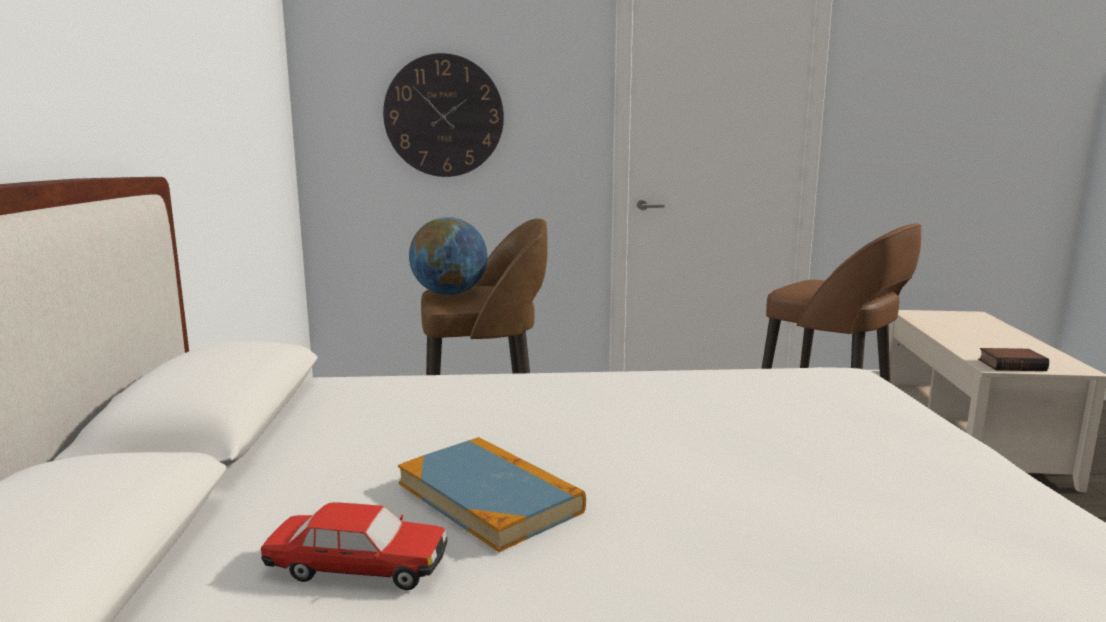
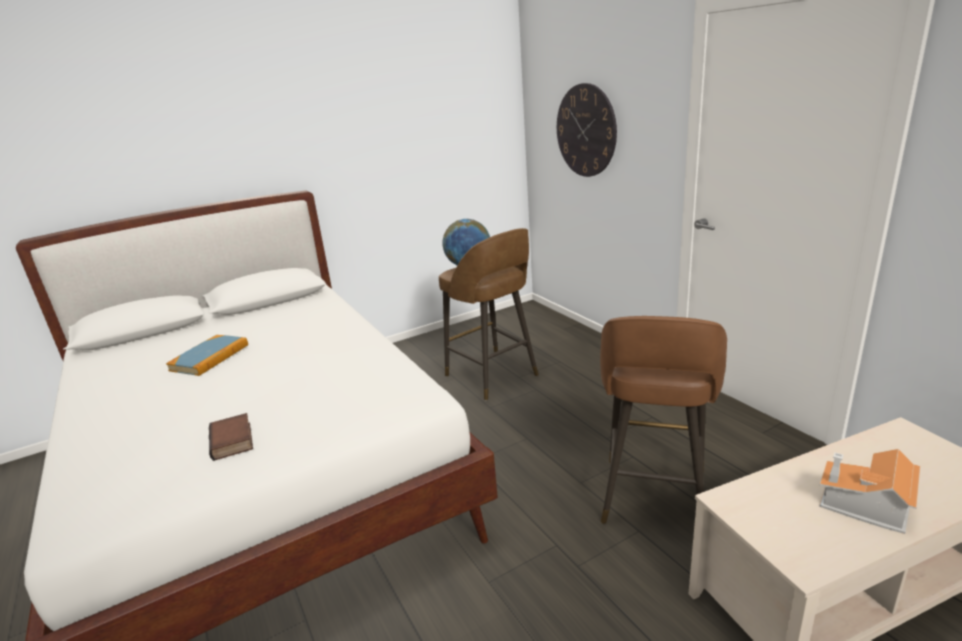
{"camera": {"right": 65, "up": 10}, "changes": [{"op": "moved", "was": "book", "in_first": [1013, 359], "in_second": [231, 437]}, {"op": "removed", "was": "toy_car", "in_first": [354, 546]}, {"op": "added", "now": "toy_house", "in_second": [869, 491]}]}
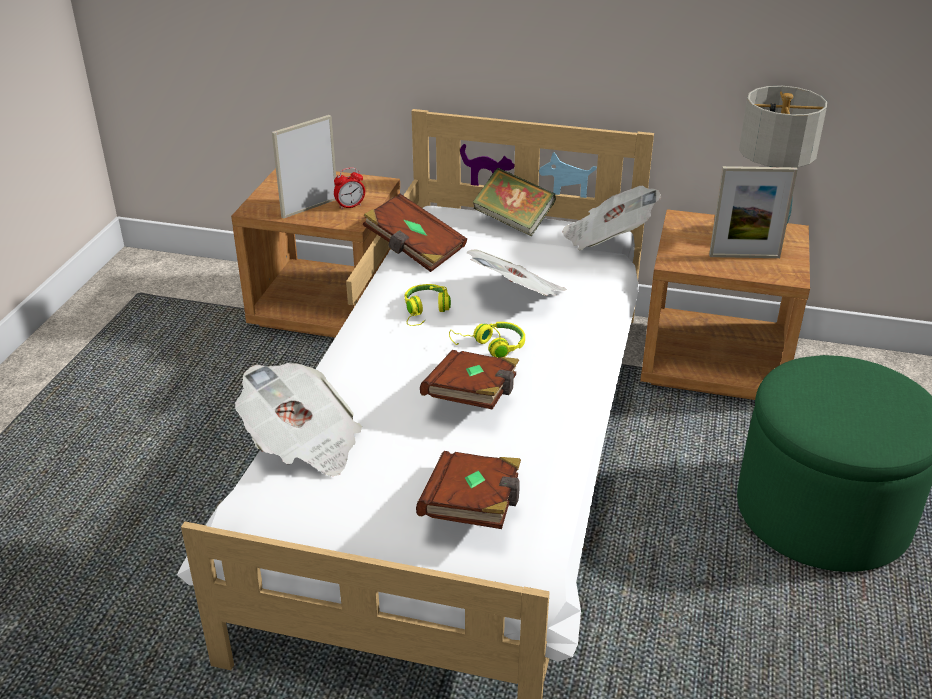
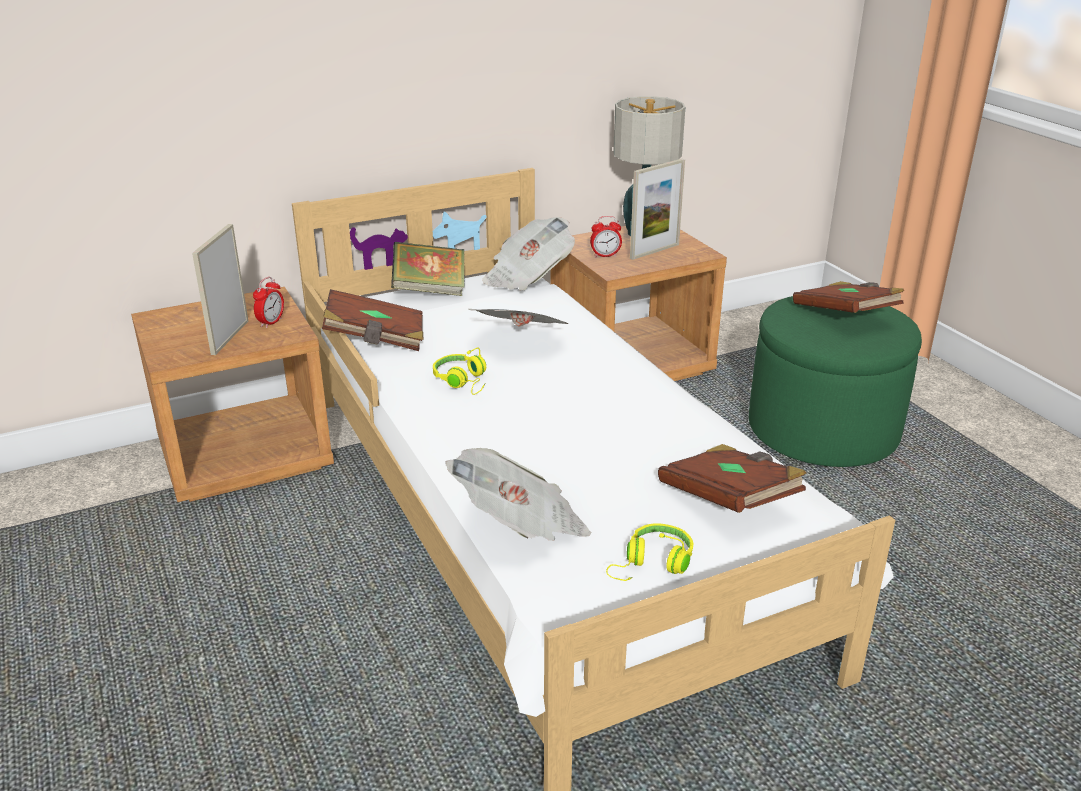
{"camera": {"right": -40, "up": -5}, "changes": [{"op": "moved", "was": "yellow_headphones", "in_first": [487, 340], "in_second": [649, 552]}, {"op": "moved", "was": "brown_book", "in_first": [469, 380], "in_second": [848, 297]}, {"op": "added", "now": "alarm_clock", "in_second": [606, 236]}]}
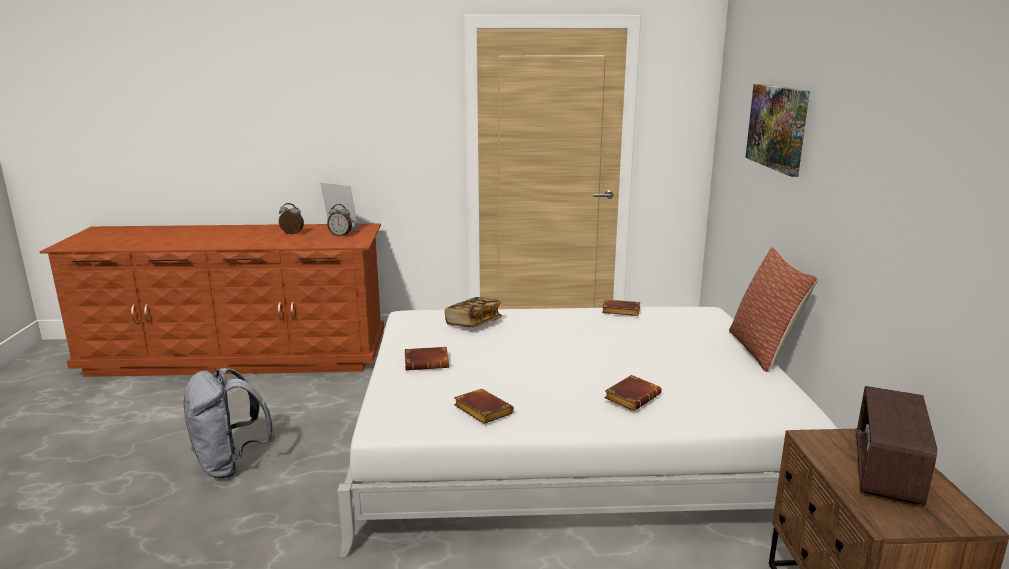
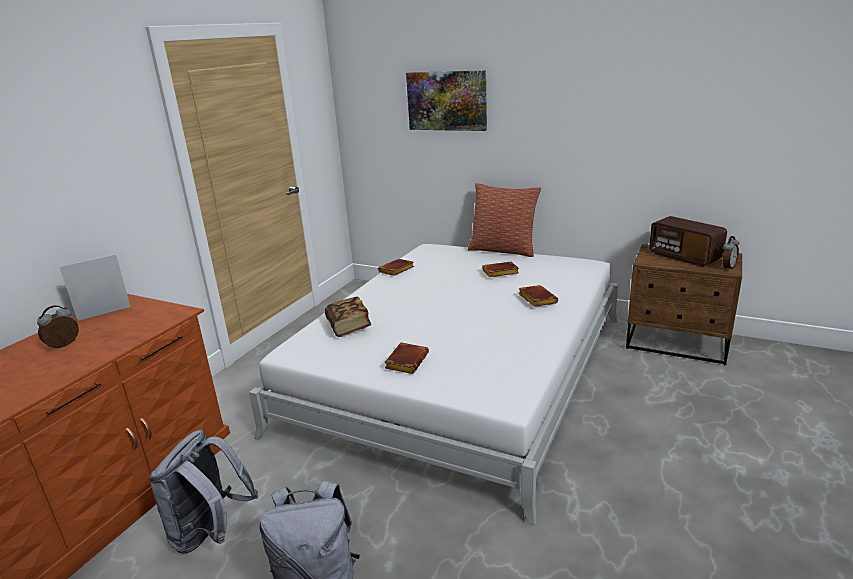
{"camera": {"right": -60, "up": 5}, "changes": [{"op": "moved", "was": "alarm_clock", "in_first": [339, 220], "in_second": [731, 253]}, {"op": "moved", "was": "brown_book", "in_first": [484, 406], "in_second": [500, 269]}, {"op": "added", "now": "grey_backpack", "in_second": [203, 492]}]}
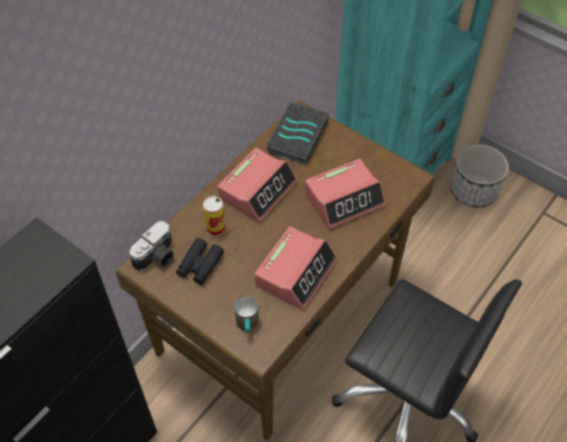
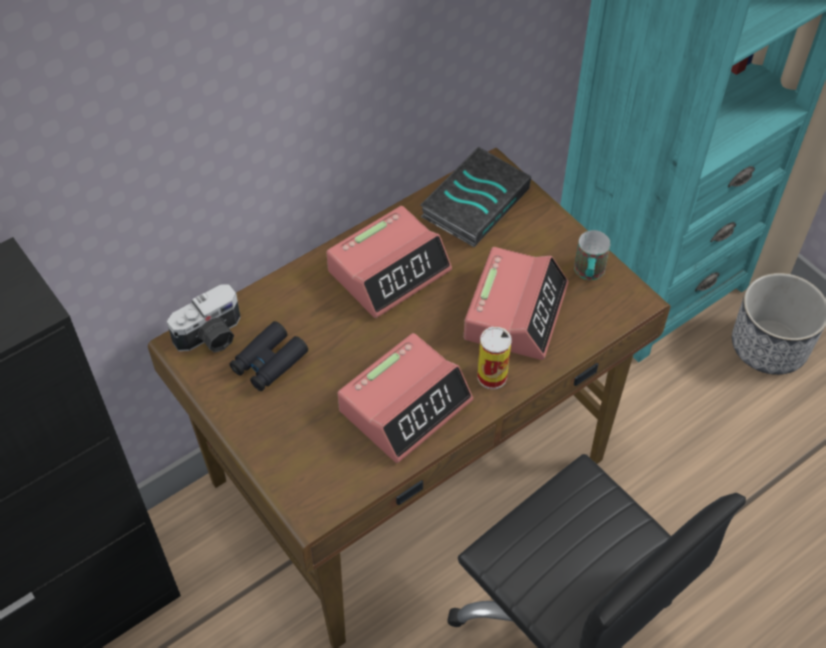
{"camera": {"right": 15, "up": 0}, "changes": [{"op": "turned", "was": "alarm_clock", "in_first": [345, 194], "in_second": [516, 303], "clockwise": -60}, {"op": "moved", "was": "can", "in_first": [214, 216], "in_second": [494, 358]}, {"op": "moved", "was": "mug", "in_first": [247, 315], "in_second": [592, 255]}]}
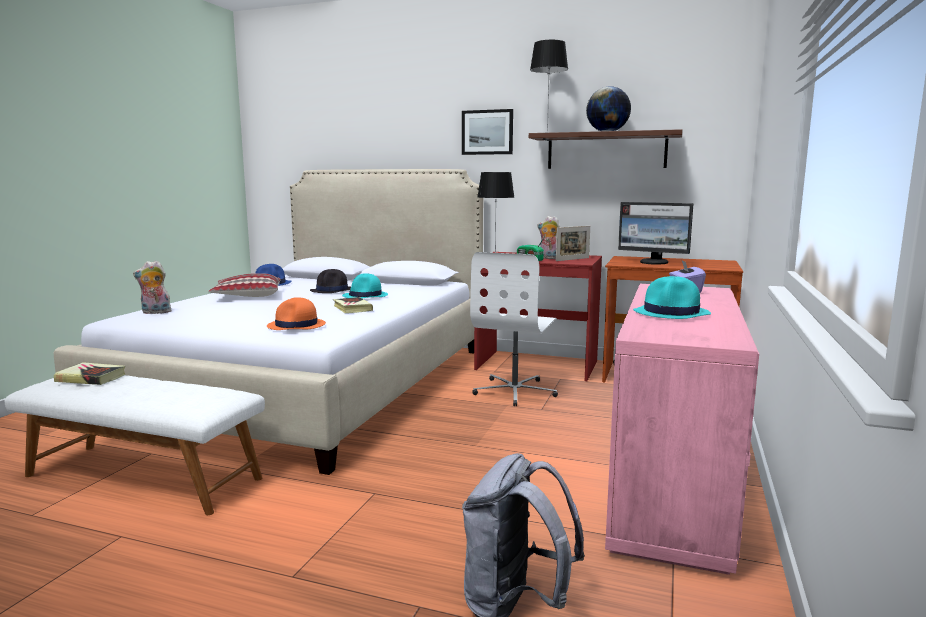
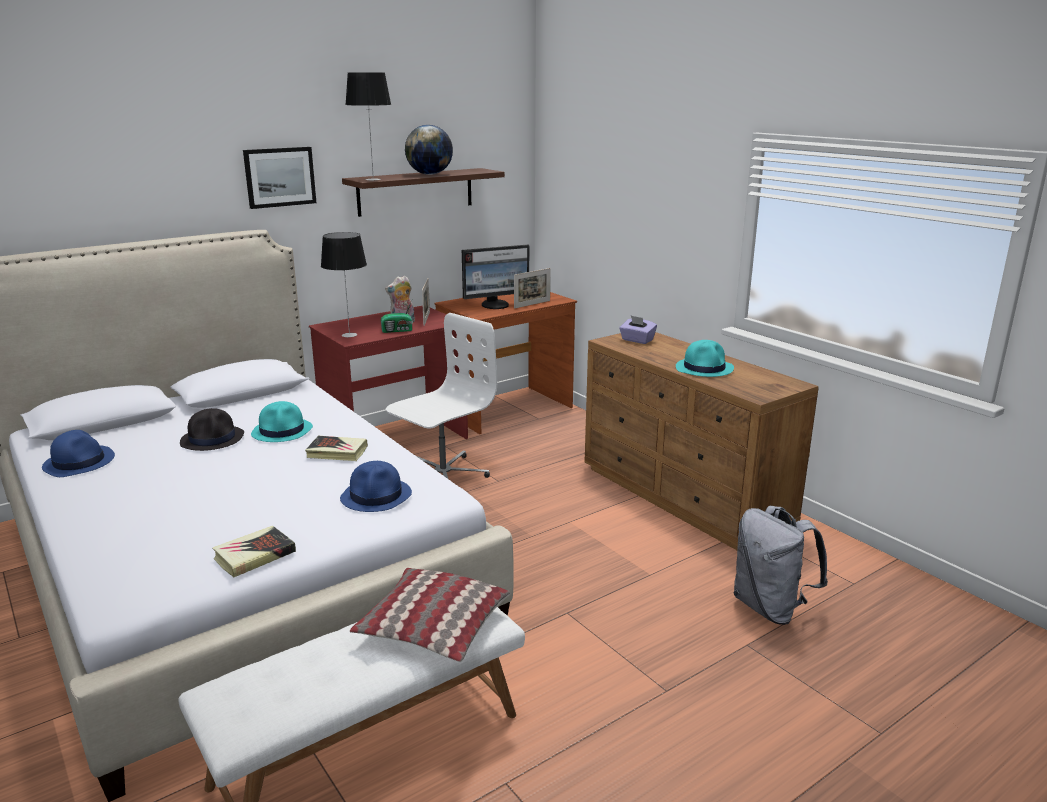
{"camera": {"right": -55, "up": 10}, "changes": [{"op": "turned", "was": "white_office_chair", "in_first": [514, 329], "in_second": [441, 396], "clockwise": -105}, {"op": "removed", "was": "plush_toy", "in_first": [152, 287]}, {"op": "moved", "was": "pillow", "in_first": [244, 285], "in_second": [430, 615]}, {"op": "recoloured", "was": "pink_dresser", "now": "brown_dresser", "in_first": [682, 429], "in_second": [702, 441]}, {"op": "recoloured", "was": "orange_hat", "now": "blue_hat", "in_first": [296, 313], "in_second": [376, 486]}, {"op": "moved", "was": "book", "in_first": [89, 373], "in_second": [254, 552]}, {"op": "added", "now": "picture_frame", "in_second": [532, 288]}]}
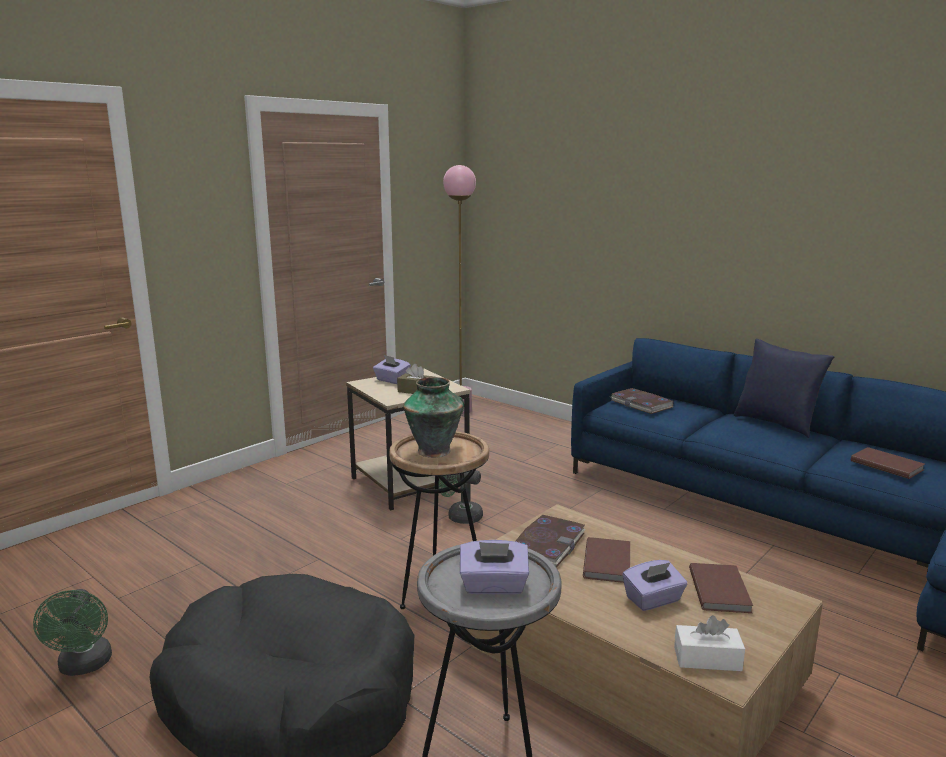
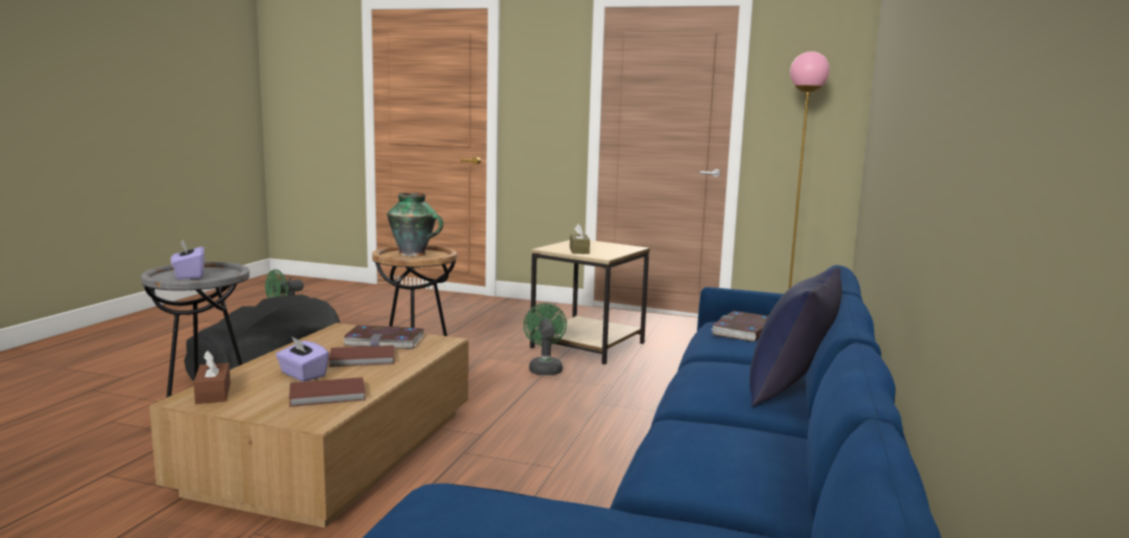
{"camera": {"right": 65, "up": -5}, "changes": [{"op": "removed", "was": "purple_tissue_box", "in_first": [392, 369]}, {"op": "removed", "was": "brown_book", "in_first": [888, 463]}, {"op": "recoloured", "was": "white_tissue_box", "now": "brown_tissue_box", "in_first": [709, 643], "in_second": [212, 377]}]}
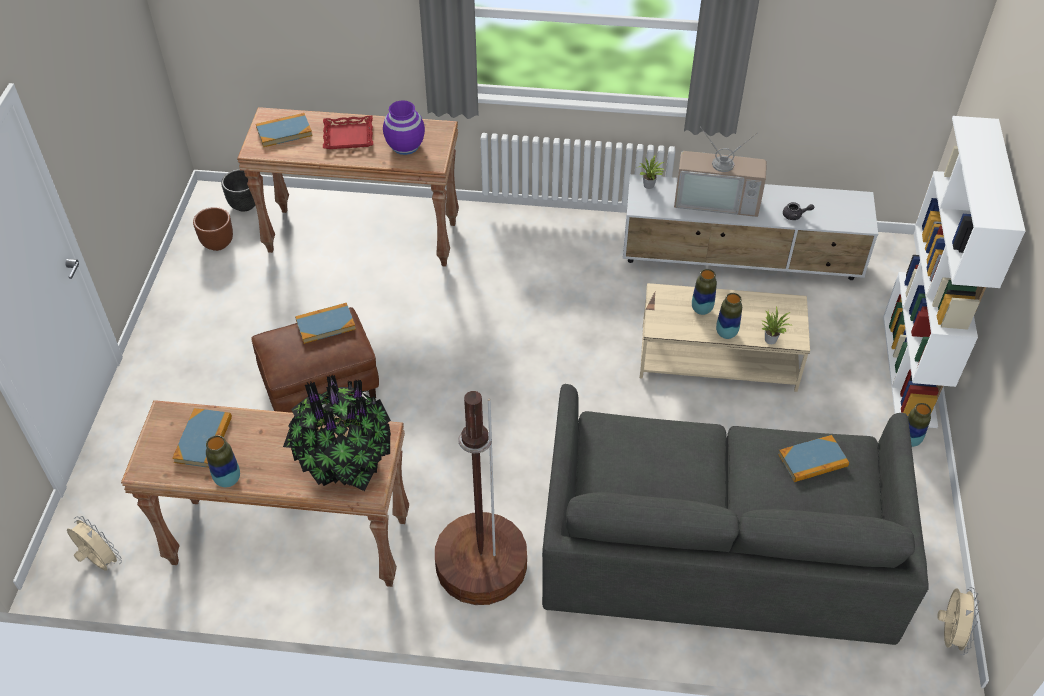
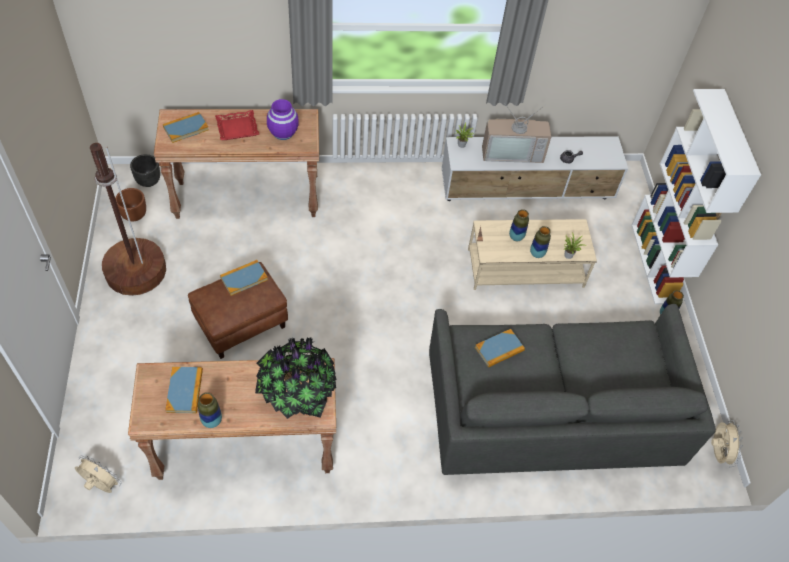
{"camera": {"right": -15, "up": 5}, "changes": [{"op": "moved", "was": "brown_floor_lamp", "in_first": [481, 498], "in_second": [128, 219]}, {"op": "moved", "was": "book", "in_first": [813, 458], "in_second": [500, 348]}]}
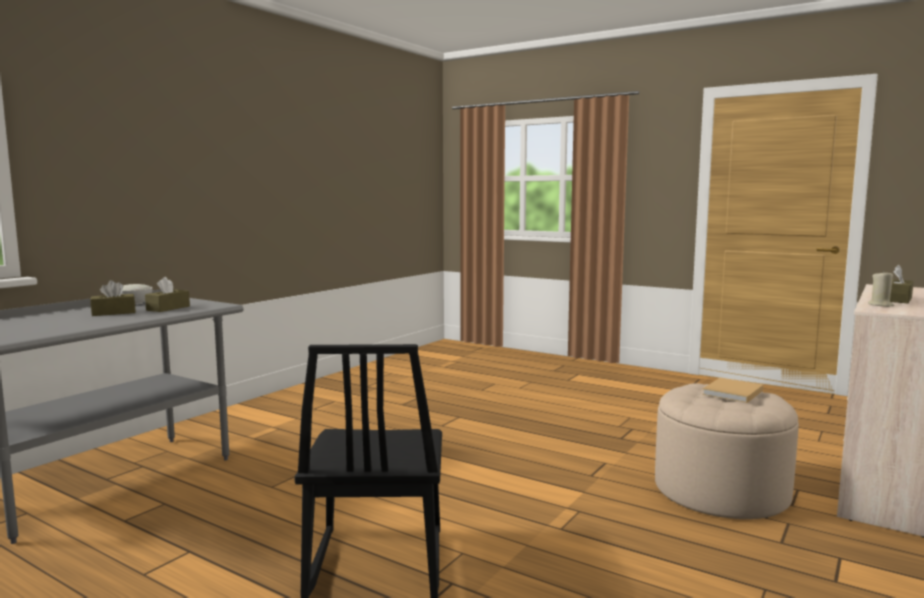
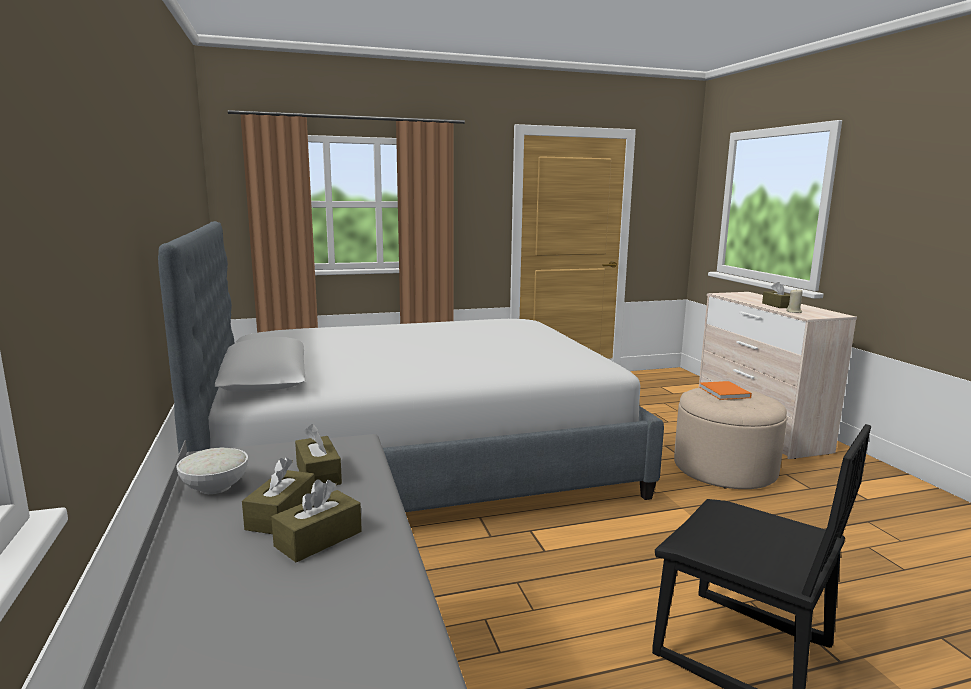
{"camera": {"right": -50, "up": 5}, "changes": [{"op": "recoloured", "was": "beige_book", "now": "orange_book", "in_first": [732, 390], "in_second": [725, 390]}, {"op": "added", "now": "bed", "in_second": [411, 366]}, {"op": "added", "now": "brown_tissue_box", "in_second": [316, 521]}]}
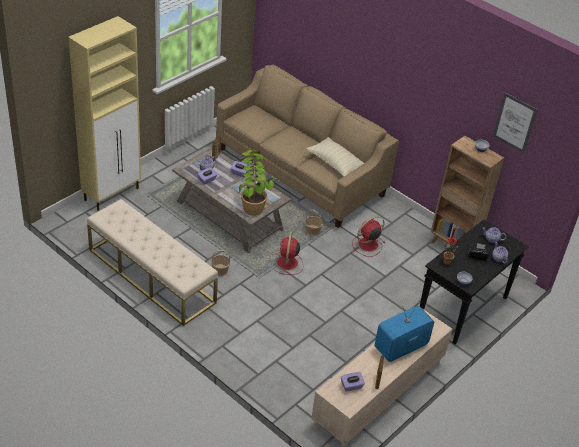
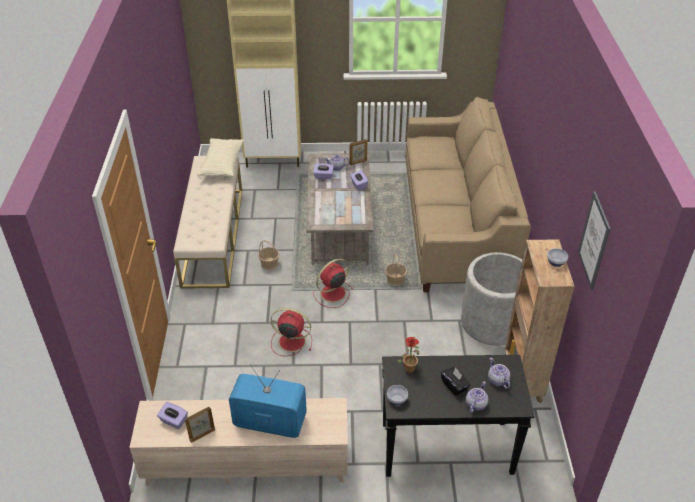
{"camera": {"right": 50, "up": 0}, "changes": [{"op": "moved", "was": "beige_pillow", "in_first": [335, 157], "in_second": [220, 157]}, {"op": "removed", "was": "potted_plant", "in_first": [259, 183]}, {"op": "moved", "was": "red_fan", "in_first": [368, 236], "in_second": [291, 332]}, {"op": "added", "now": "grey_planter", "in_second": [491, 299]}]}
